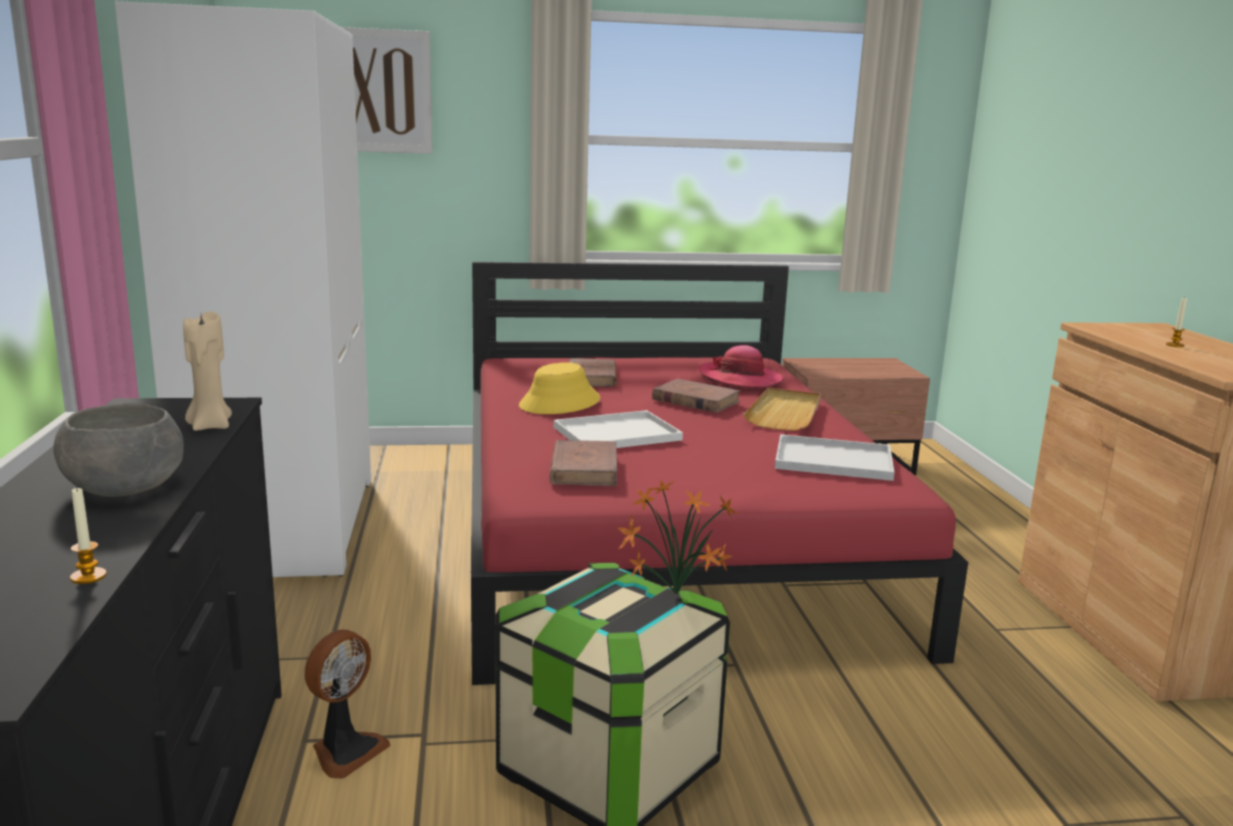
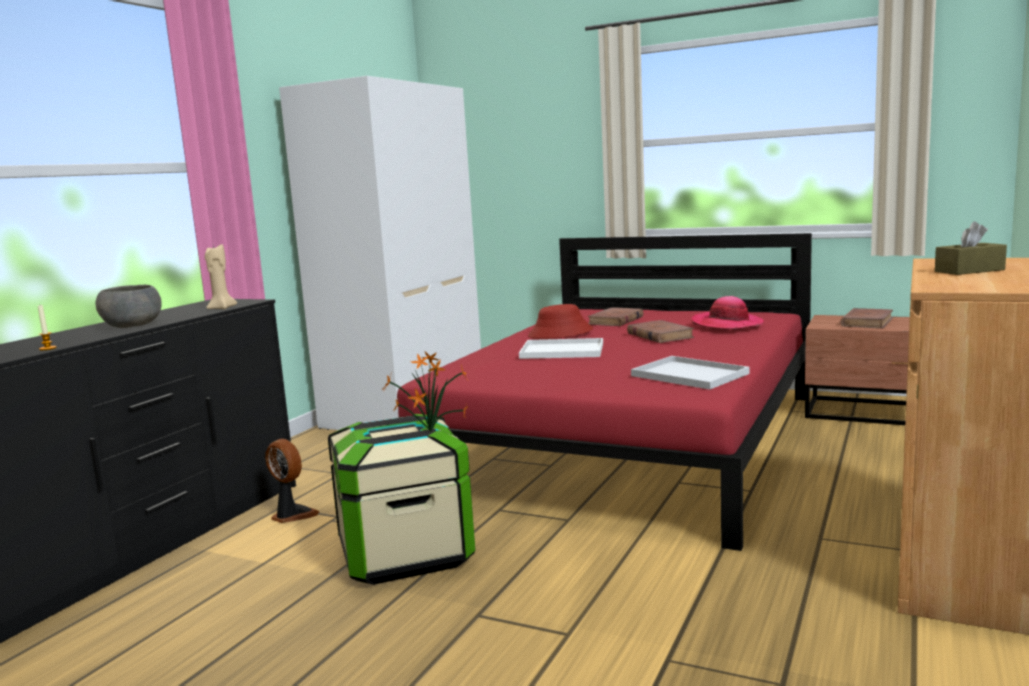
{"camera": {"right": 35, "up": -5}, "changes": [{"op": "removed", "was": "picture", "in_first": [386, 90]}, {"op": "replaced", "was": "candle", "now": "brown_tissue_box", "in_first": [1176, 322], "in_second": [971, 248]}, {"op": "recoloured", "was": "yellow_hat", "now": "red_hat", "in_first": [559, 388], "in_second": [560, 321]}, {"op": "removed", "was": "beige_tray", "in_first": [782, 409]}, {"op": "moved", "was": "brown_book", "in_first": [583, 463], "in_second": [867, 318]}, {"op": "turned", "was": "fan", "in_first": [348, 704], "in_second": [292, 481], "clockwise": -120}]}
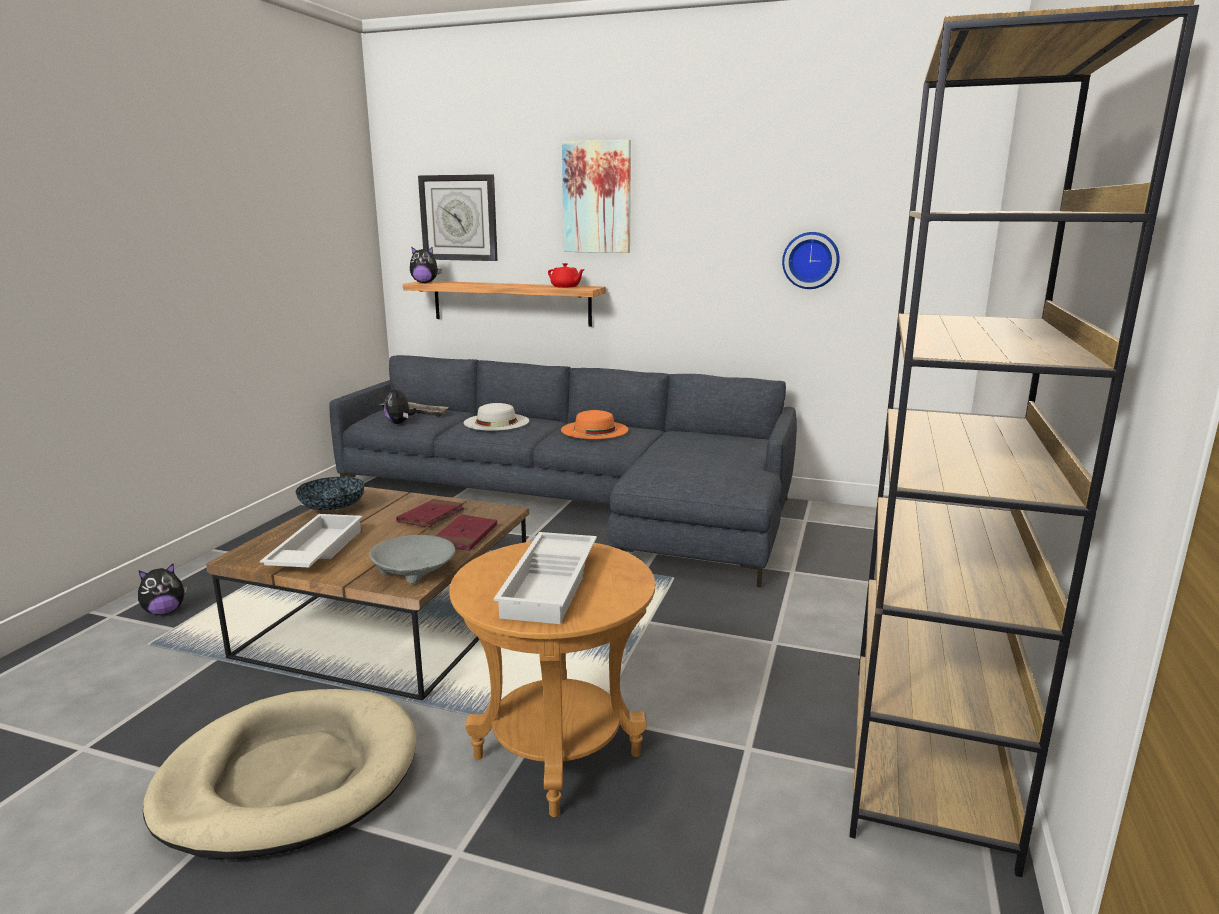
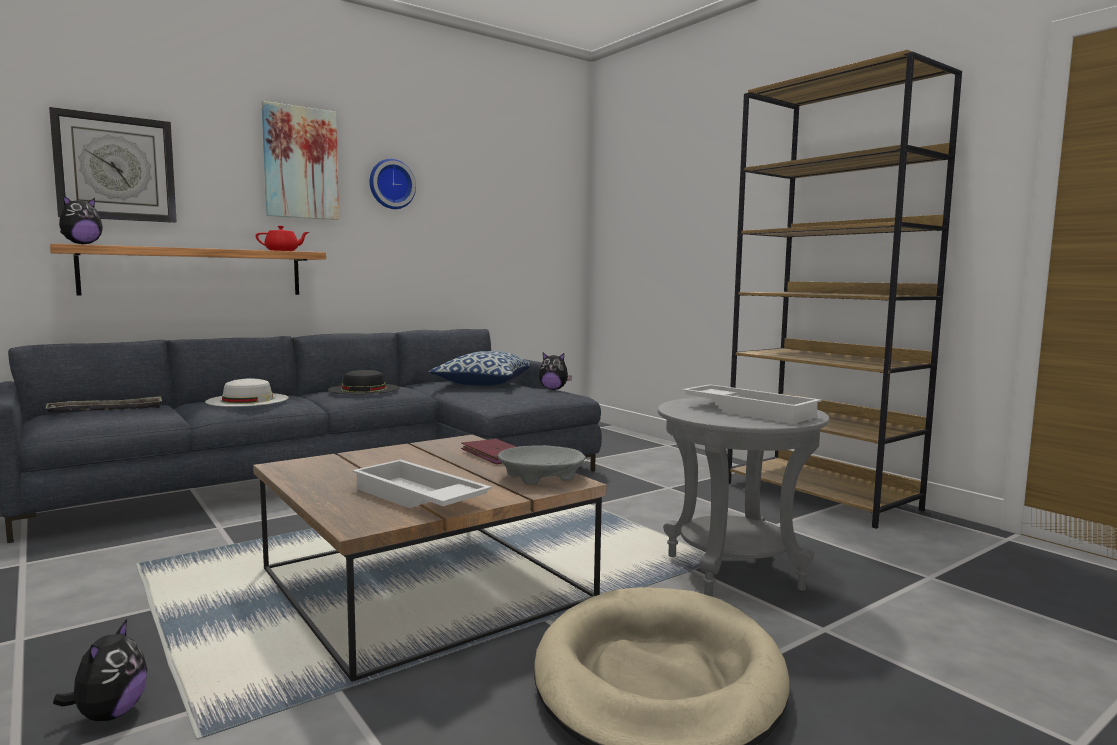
{"camera": {"right": -55, "up": -10}, "changes": [{"op": "moved", "was": "wall_clock", "in_first": [811, 260], "in_second": [393, 184]}, {"op": "moved", "was": "plush_toy", "in_first": [400, 405], "in_second": [555, 371]}, {"op": "recoloured", "was": "orange_hat", "now": "black_hat", "in_first": [594, 424], "in_second": [364, 382]}, {"op": "removed", "was": "bowl", "in_first": [330, 493]}, {"op": "removed", "was": "red_book", "in_first": [430, 513]}, {"op": "recoloured", "was": "brown_side_table", "now": "grey_side_table", "in_first": [552, 679], "in_second": [744, 497]}, {"op": "added", "now": "pillow", "in_second": [479, 368]}]}
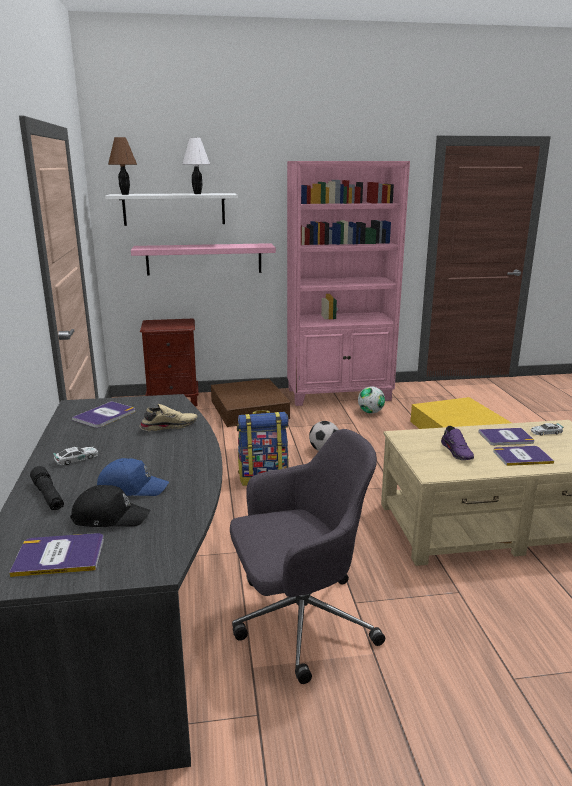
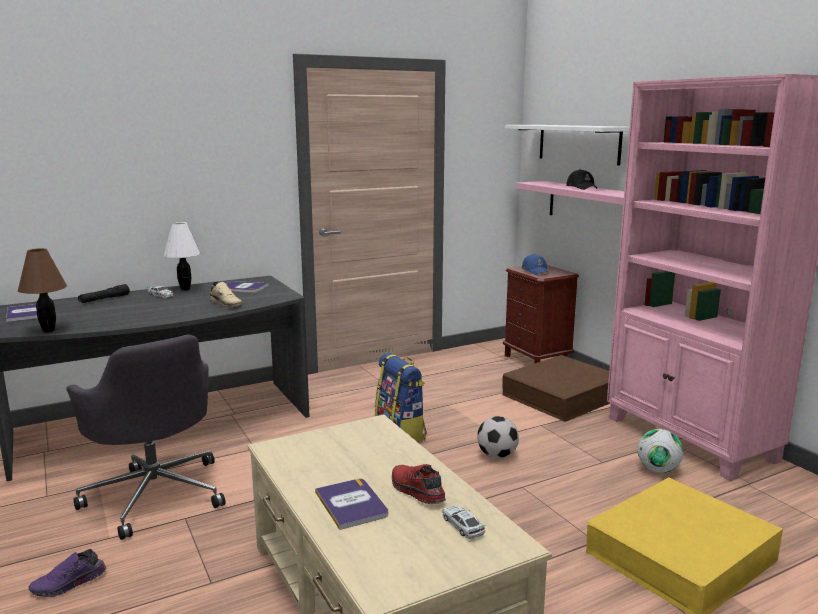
{"camera": {"right": 70, "up": -5}, "changes": [{"op": "moved", "was": "brown_table_lamp", "in_first": [122, 166], "in_second": [42, 290]}, {"op": "moved", "was": "white_table_lamp", "in_first": [196, 166], "in_second": [182, 256]}, {"op": "moved", "was": "purple_shoe", "in_first": [457, 443], "in_second": [68, 573]}, {"op": "replaced", "was": "book", "now": "red_shoe", "in_first": [506, 436], "in_second": [419, 484]}, {"op": "moved", "was": "blue_cap", "in_first": [132, 477], "in_second": [535, 264]}, {"op": "moved", "was": "black_cap", "in_first": [110, 506], "in_second": [581, 179]}]}
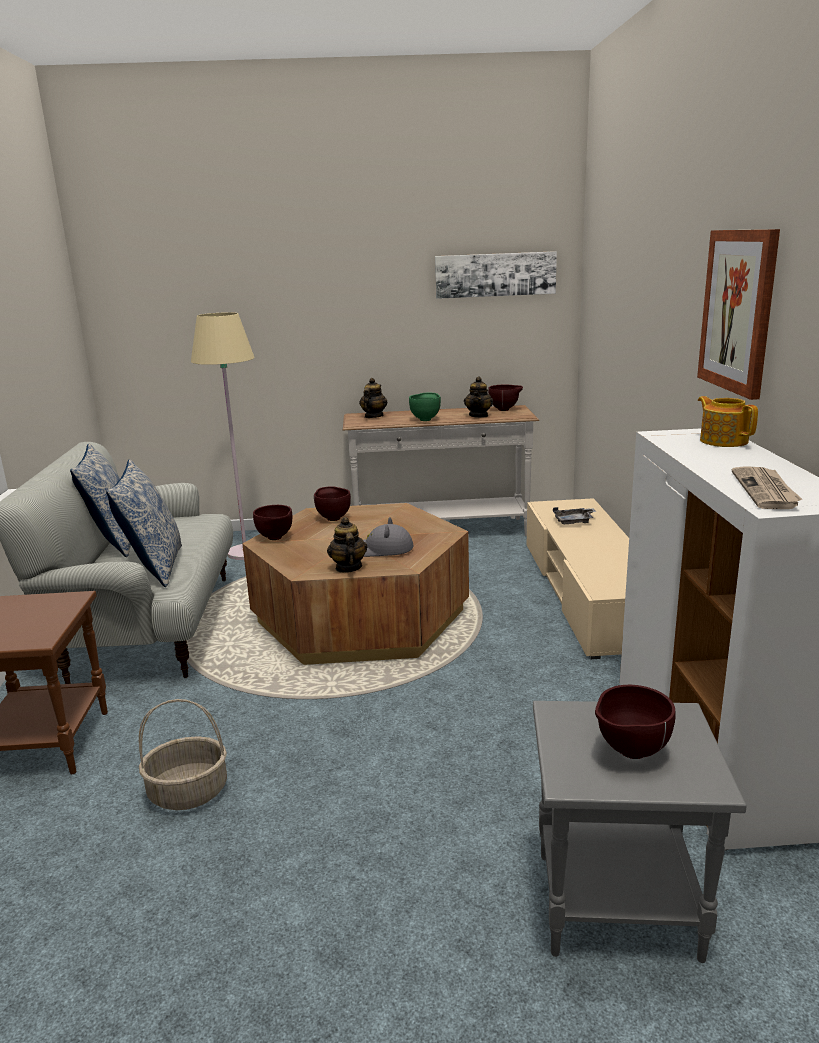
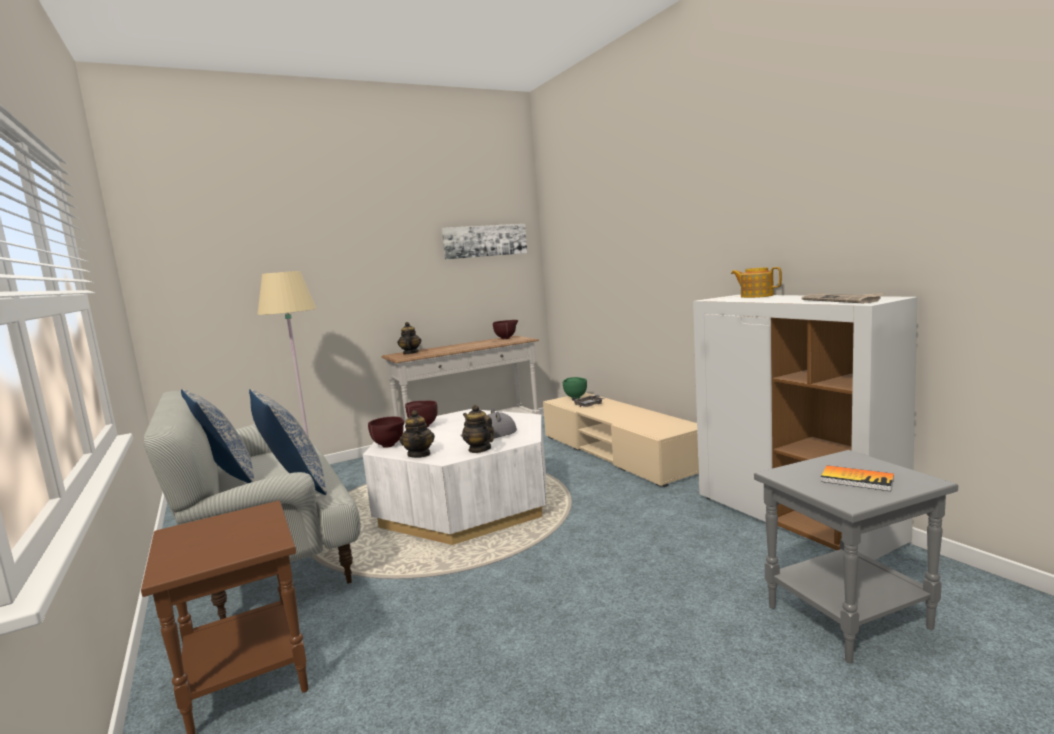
{"camera": {"right": -25, "up": -10}, "changes": [{"op": "removed", "was": "picture", "in_first": [738, 314]}, {"op": "moved", "was": "teapot", "in_first": [478, 397], "in_second": [417, 434]}, {"op": "moved", "was": "green_bowl", "in_first": [425, 407], "in_second": [575, 388]}, {"op": "recoloured", "was": "brown_coffee_table", "now": "white_coffee_table", "in_first": [356, 584], "in_second": [454, 477]}, {"op": "replaced", "was": "brown_bowl", "now": "book", "in_first": [635, 722], "in_second": [857, 478]}, {"op": "removed", "was": "basket", "in_first": [183, 754]}]}
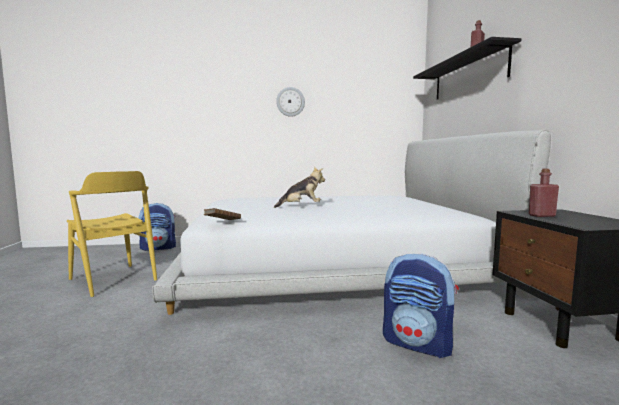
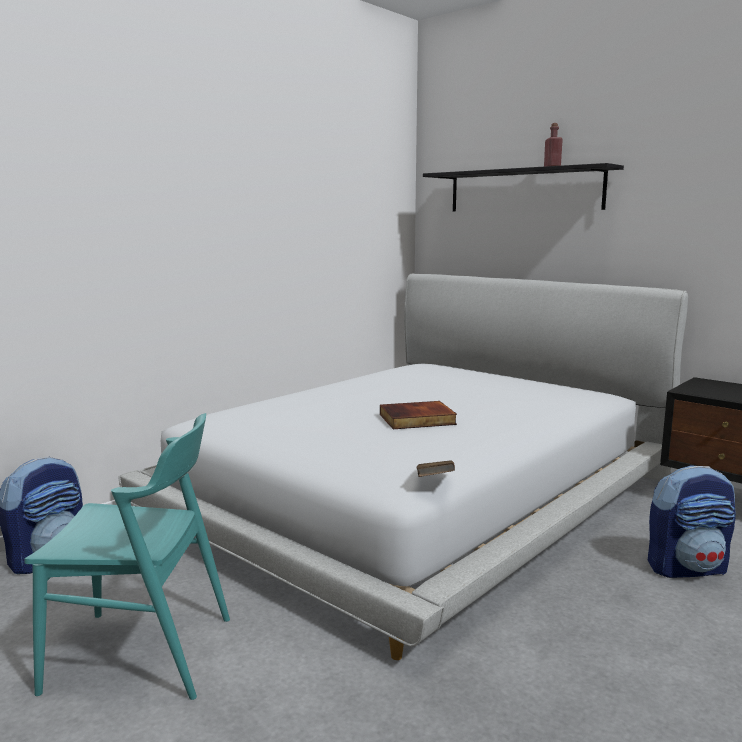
{"camera": {"right": -40, "up": 5}, "changes": [{"op": "removed", "was": "wall_clock", "in_first": [290, 102]}, {"op": "replaced", "was": "plush_toy", "now": "book", "in_first": [299, 187], "in_second": [418, 415]}, {"op": "removed", "was": "red_bottle", "in_first": [543, 193]}, {"op": "recoloured", "was": "yellow_chair", "now": "turquoise_chair", "in_first": [112, 234], "in_second": [127, 556]}]}
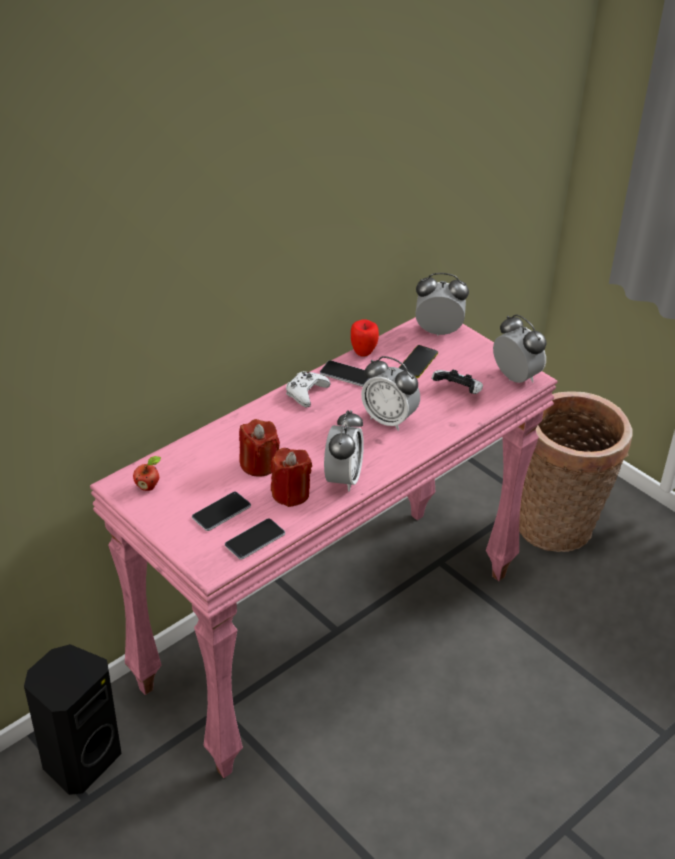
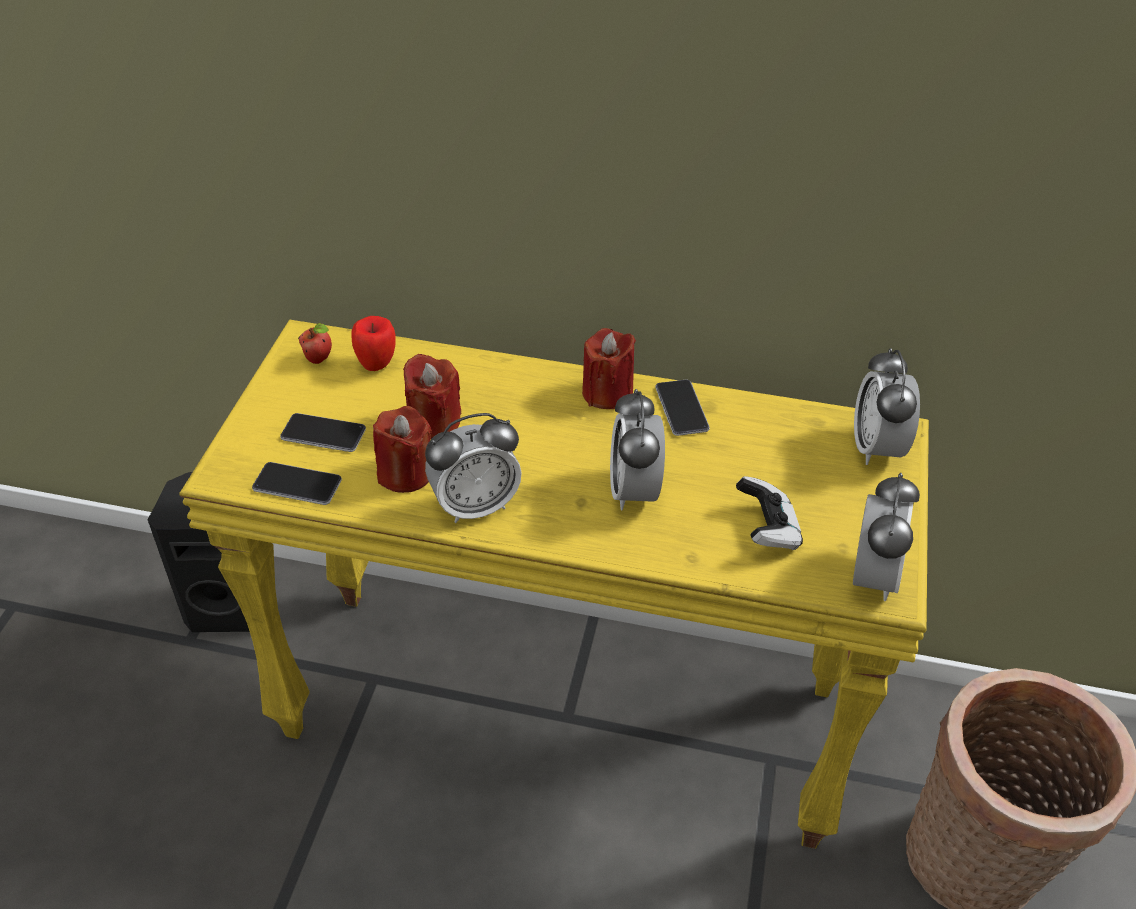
{"camera": {"right": 55, "up": 5}, "changes": [{"op": "turned", "was": "alarm_clock", "in_first": [442, 304], "in_second": [887, 406], "clockwise": -150}, {"op": "recoloured", "was": "pink_console_table", "now": "yellow_console_table", "in_first": [323, 547], "in_second": [554, 584]}, {"op": "moved", "was": "apple", "in_first": [365, 338], "in_second": [373, 343]}, {"op": "removed", "was": "phone", "in_first": [418, 361]}, {"op": "replaced", "was": "white_game_controller", "now": "red_candle", "in_first": [308, 389], "in_second": [609, 368]}]}
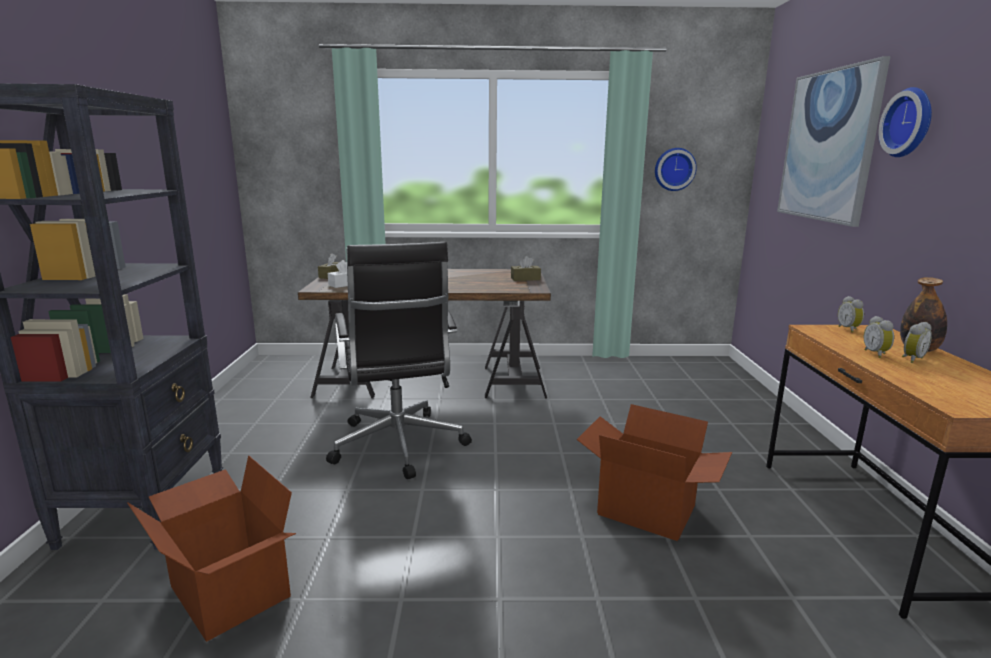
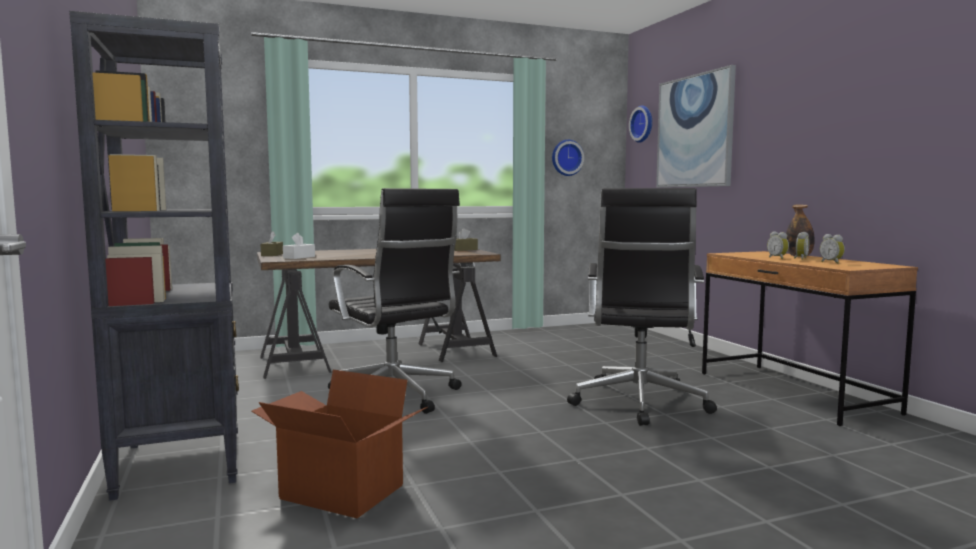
{"camera": {"right": -20, "up": -10}, "changes": [{"op": "moved", "was": "wall_clock", "in_first": [905, 122], "in_second": [640, 124]}, {"op": "moved", "was": "alarm_clock", "in_first": [851, 314], "in_second": [832, 249]}, {"op": "replaced", "was": "cardboard_box", "now": "black_office_chair", "in_first": [654, 472], "in_second": [642, 307]}]}
